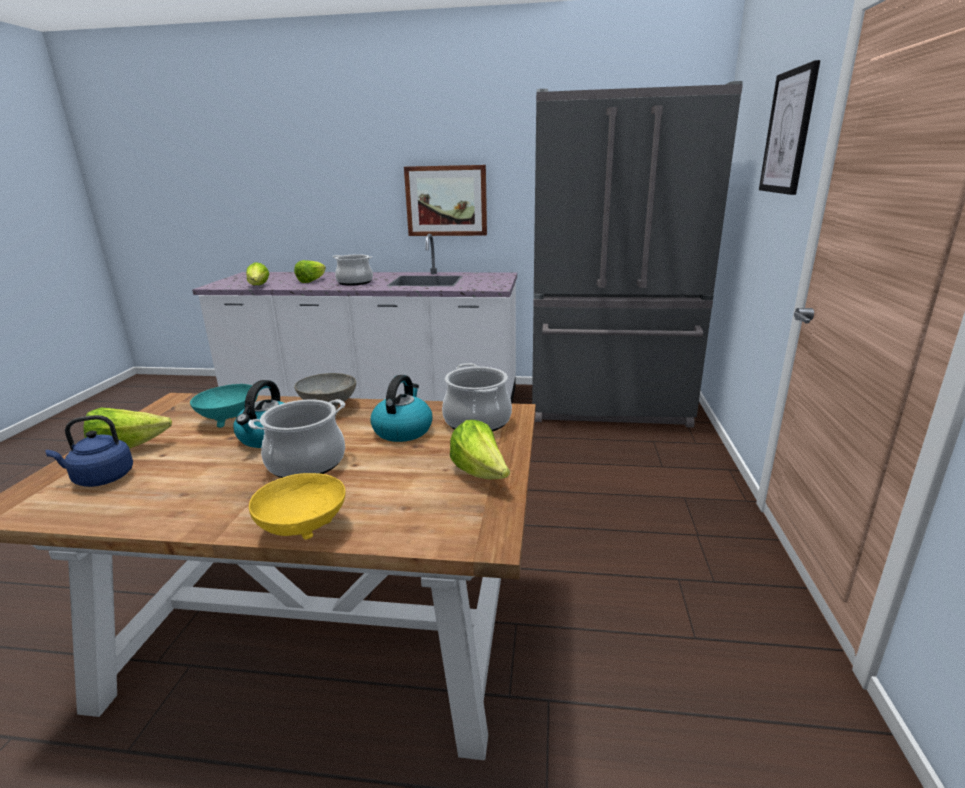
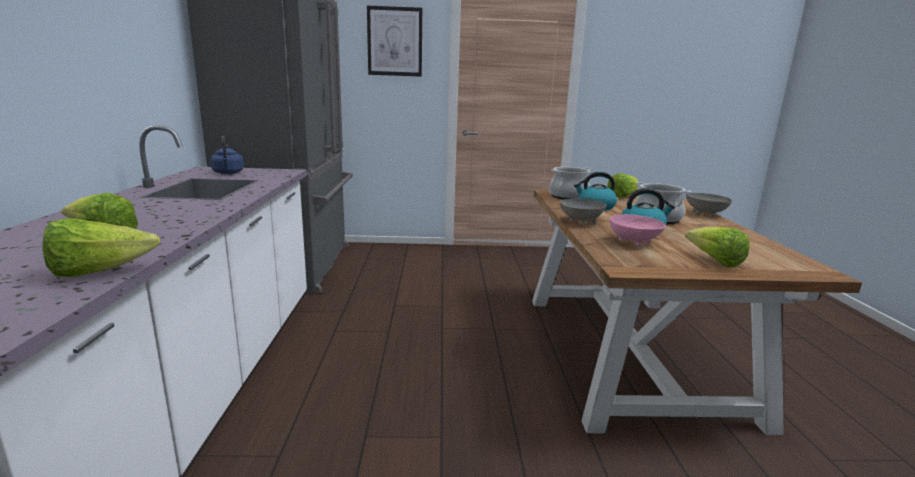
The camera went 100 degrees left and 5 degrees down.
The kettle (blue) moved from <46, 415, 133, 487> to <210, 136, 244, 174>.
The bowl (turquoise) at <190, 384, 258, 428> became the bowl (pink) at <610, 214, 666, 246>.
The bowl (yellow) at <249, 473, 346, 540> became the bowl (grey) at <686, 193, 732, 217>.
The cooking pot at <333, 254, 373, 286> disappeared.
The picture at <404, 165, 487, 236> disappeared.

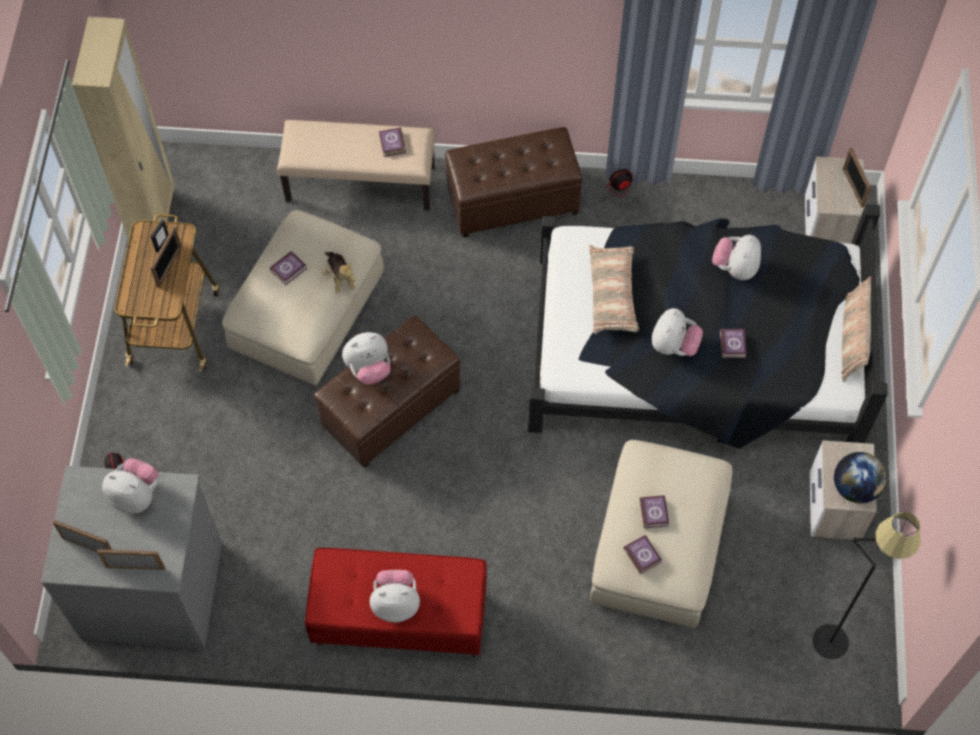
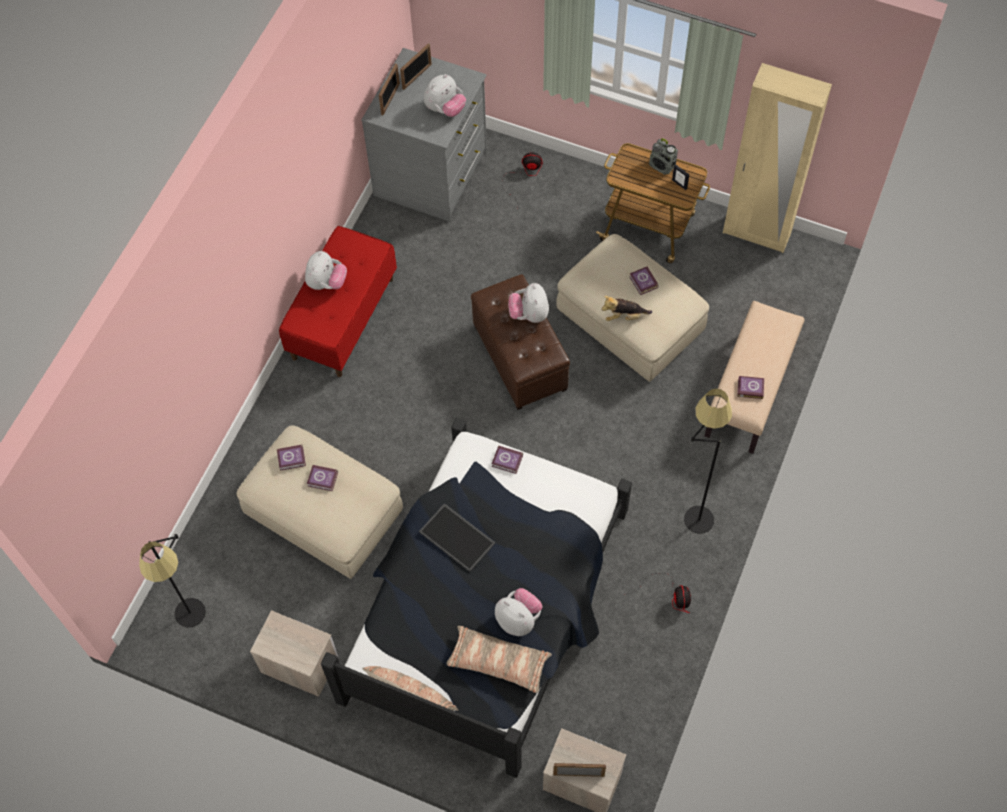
The camera went 110 degrees right and 0 degrees up.
The plush toy at <652, 308, 703, 356> was replaced by the tray at <419, 503, 495, 572>.
The pillow moved from <589, 245, 639, 334> to <446, 626, 552, 693>.
The book moved from <720, 328, 747, 358> to <492, 446, 523, 474>.
The radio at <649, 138, 678, 175> appeared.
The ottoman (brown) at <445, 127, 583, 238> was replaced by the floor lamp (black) at <684, 388, 732, 534>.
The picture frame at <150, 226, 182, 288> disappeared.
The globe at <834, 452, 887, 503> disappeared.

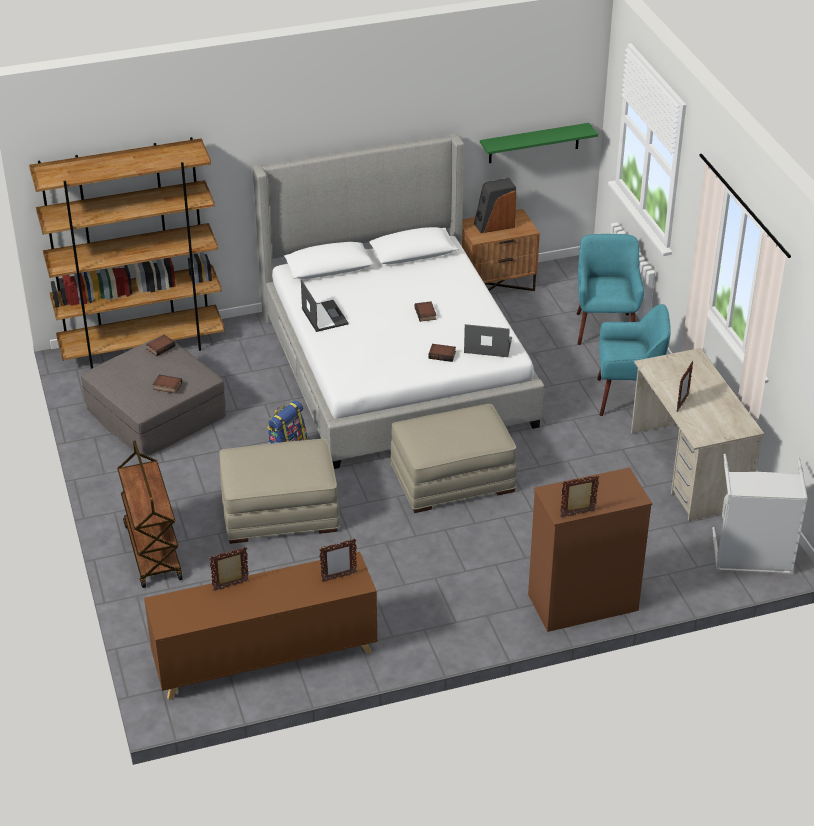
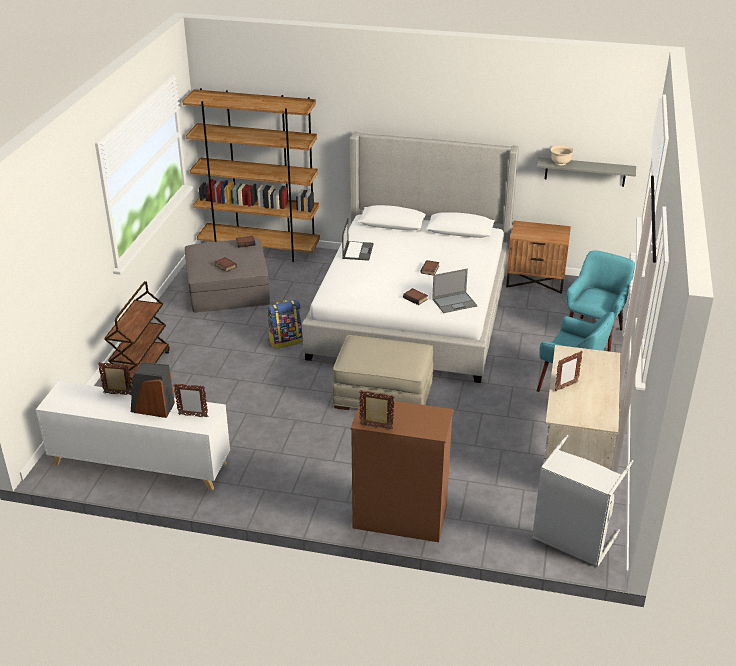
The camera went 30 degrees right and 5 degrees down.
The cabinet (brown) at <144, 552, 377, 700> became the cabinet (white) at <36, 381, 230, 490>.
The speaker moved from <474, 178, 516, 233> to <131, 362, 175, 418>.
The laptop at <464, 324, 512, 357> turned 120 degrees clockwise.
The shelf (green) at <480, 123, 598, 163> became the shelf (grey) at <536, 157, 636, 187>.
The bowl (beige) at <550, 145, 574, 165> appeared.
The ottoman (beige) at <219, 439, 340, 544> disappeared.

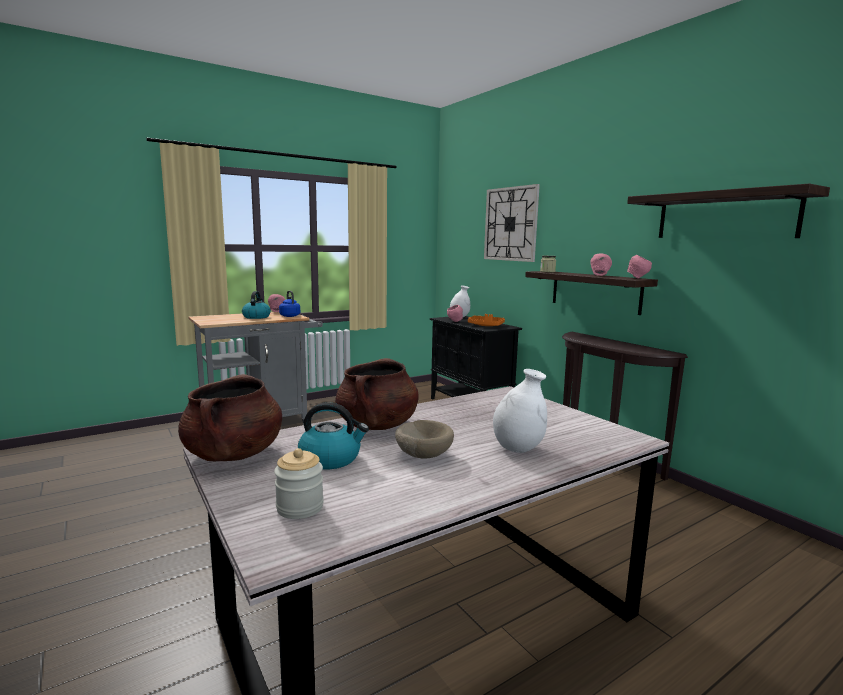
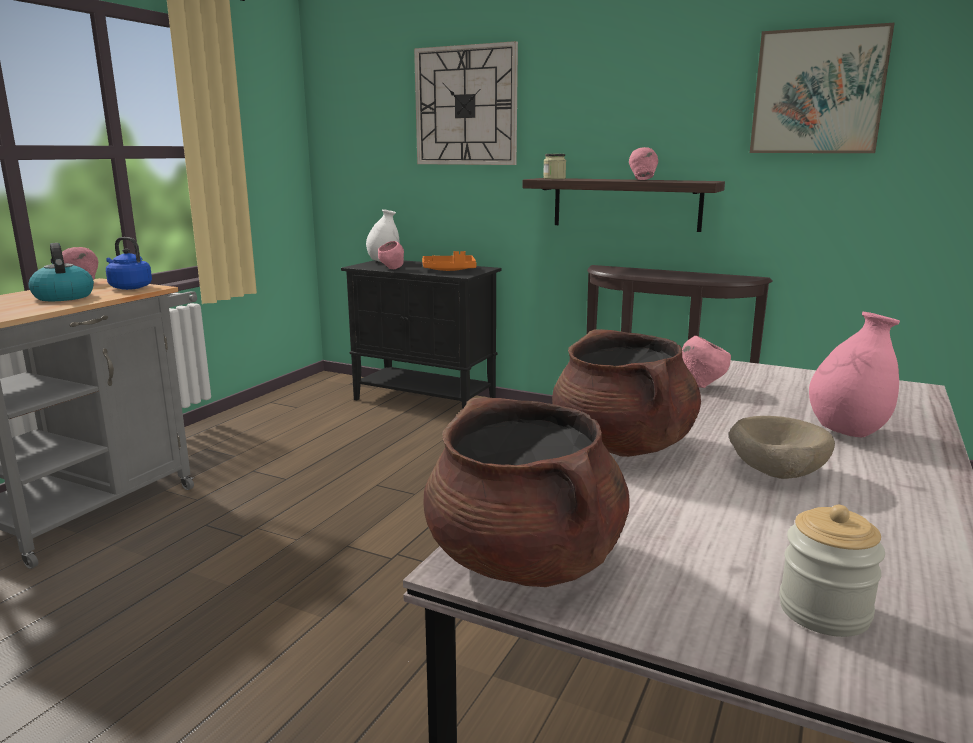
The camera went 30 degrees left and 5 degrees up.
The bowl (pink) moved from <627, 255, 652, 278> to <682, 336, 731, 388>.
The shelf at <627, 184, 830, 238> was replaced by the picture at <750, 23, 895, 153>.
The vase (white) at <493, 369, 547, 453> became the vase (pink) at <809, 311, 900, 438>.
The kettle at <298, 402, 369, 469> disappeared.

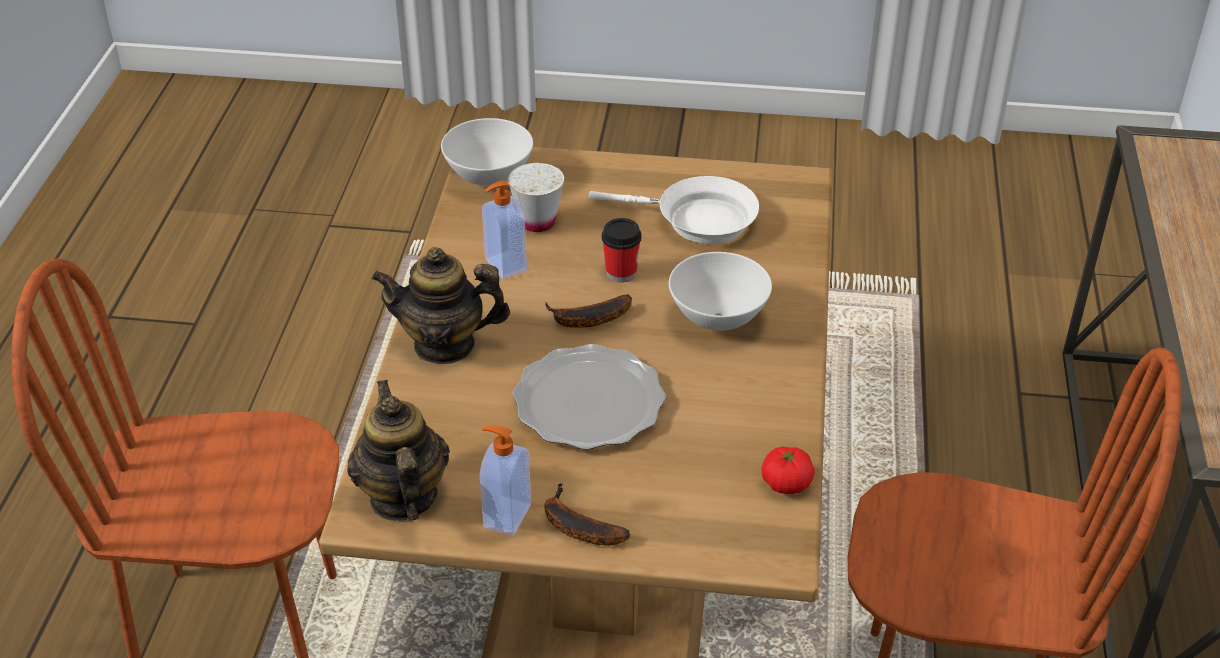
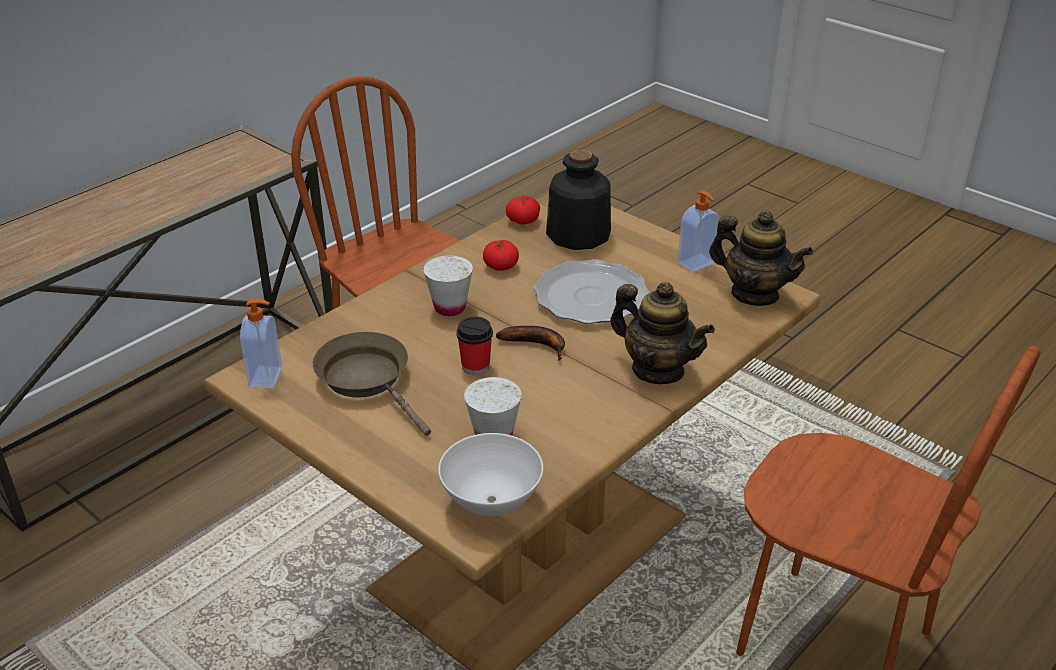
The camera went 145 degrees left and 5 degrees down.
The soap dispenser moved from <482, 181, 527, 279> to <240, 298, 282, 389>.
The frying pan (white) at <588, 176, 759, 244> became the frying pan (brown) at <313, 332, 431, 436>.
The bowl (white) at <669, 252, 772, 331> was replaced by the cup (white) at <423, 255, 473, 316>.
The tomato at <483, 240, 519, 271> appeared.
The bottle at <546, 150, 611, 250> appeared.
The teapot at <347, 380, 450, 521> turned 75 degrees counterclockwise.
The banana at <544, 483, 630, 546> disappeared.

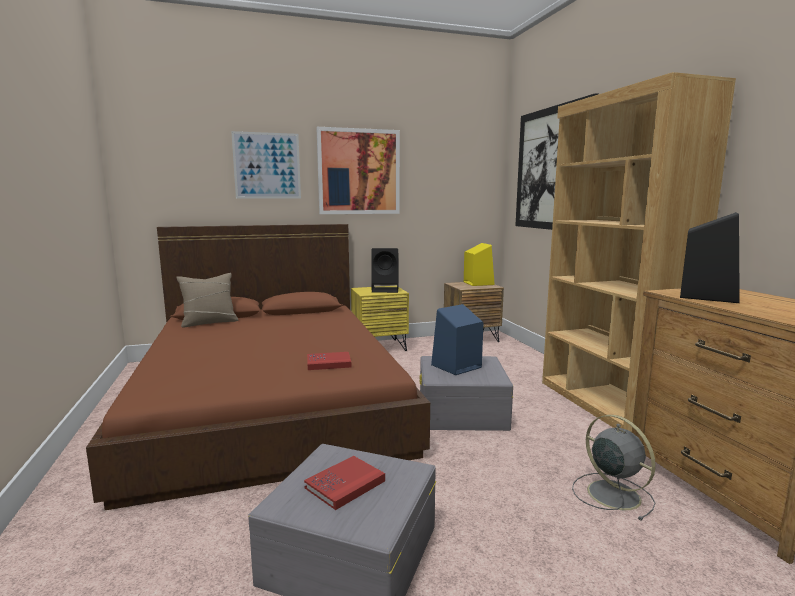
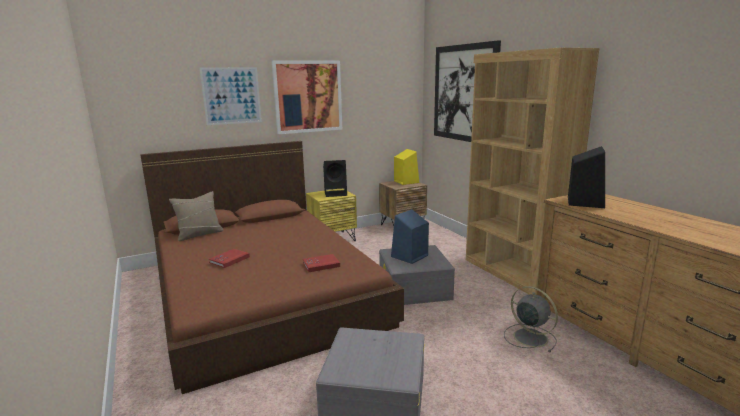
The camera went 10 degrees left and 5 degrees up.
The book (red) moved from <304, 456, 385, 510> to <209, 249, 250, 268>.

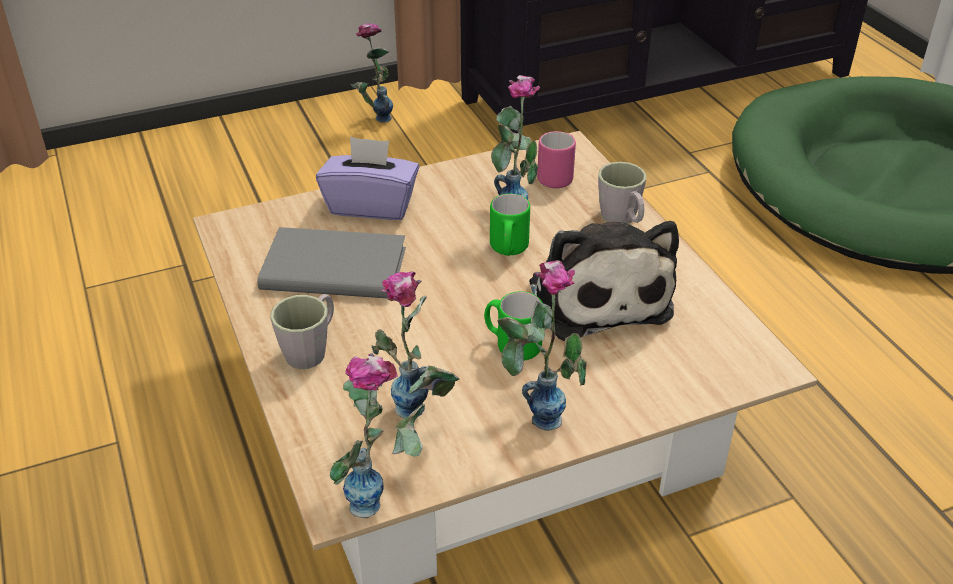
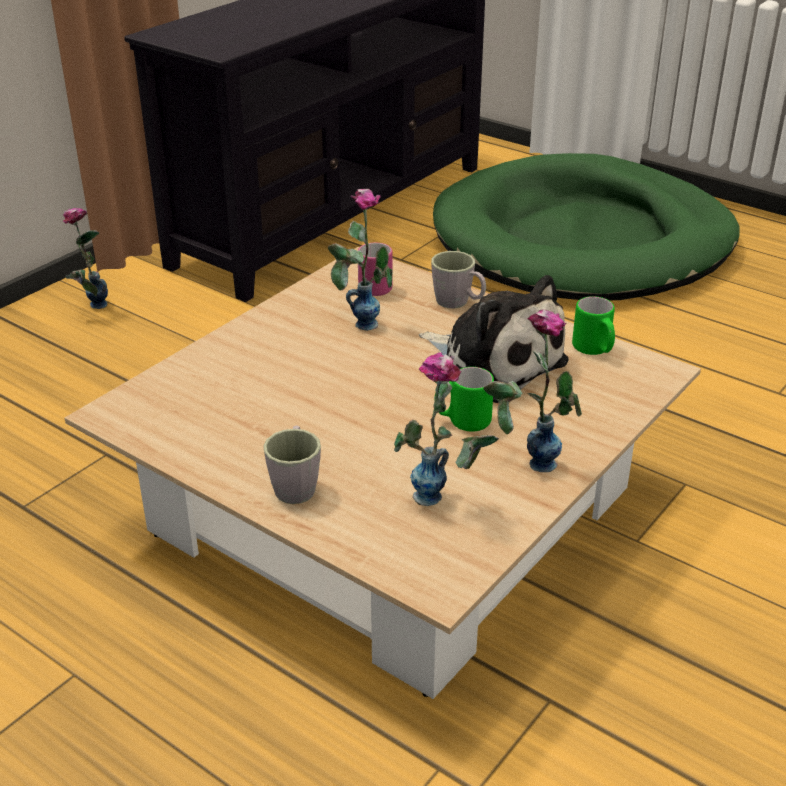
The camera went 30 degrees left and 5 degrees down.
The mug (green) moved from <490, 194, 530, 256> to <572, 296, 615, 355>.
The book (grey) at <257, 227, 406, 299> disappeared.
The tissue box (purple) at <316, 137, 419, 220> disappeared.
The vase at <330, 353, 425, 518> disappeared.

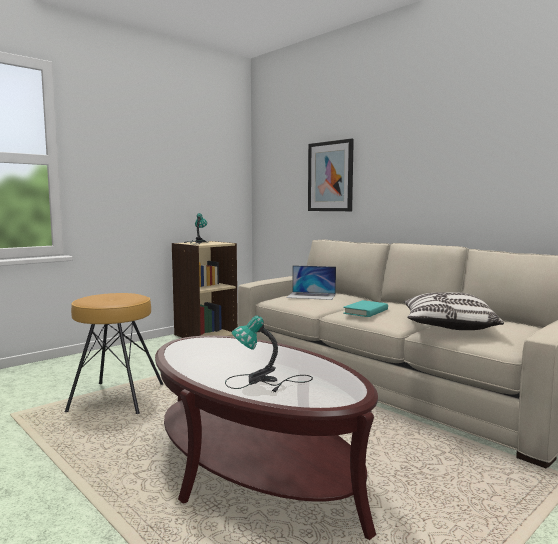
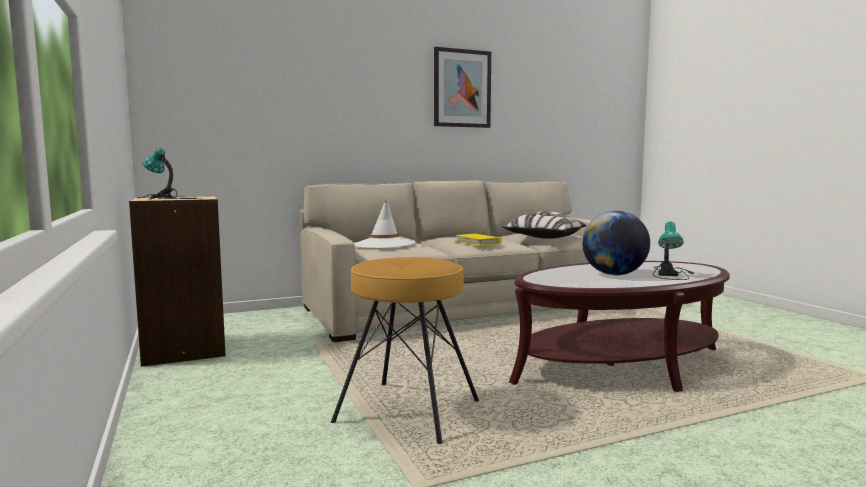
The camera went 70 degrees left and 0 degrees up.
The laptop at <286, 265, 336, 300> was replaced by the hat (white) at <354, 199, 415, 248>.
The picture moved from <308, 138, 354, 211> to <434, 47, 491, 128>.
The book (turquoise) at <343, 300, 388, 317> became the book (yellow) at <455, 234, 501, 246>.
The globe at <582, 211, 650, 275> appeared.

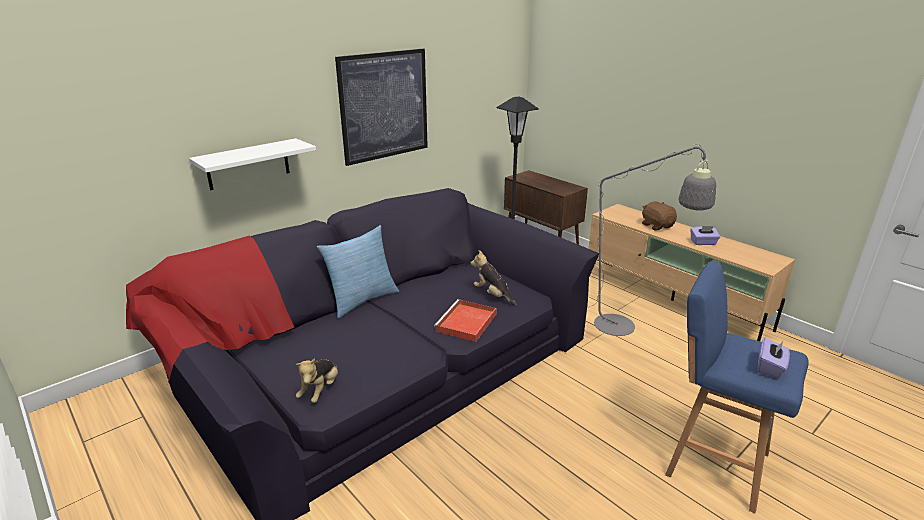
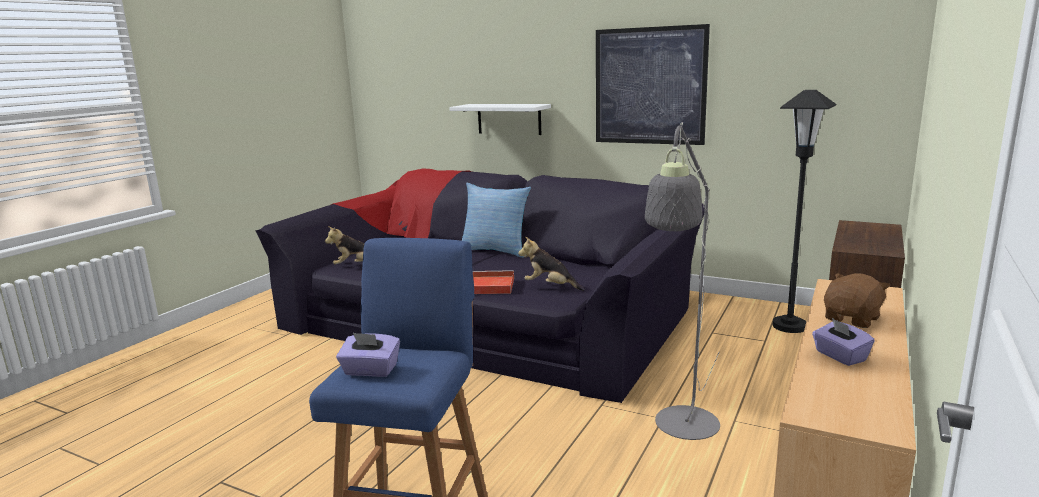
The camera went 70 degrees right and 10 degrees down.
The plush toy at <471, 250, 517, 306> turned 90 degrees counterclockwise.

